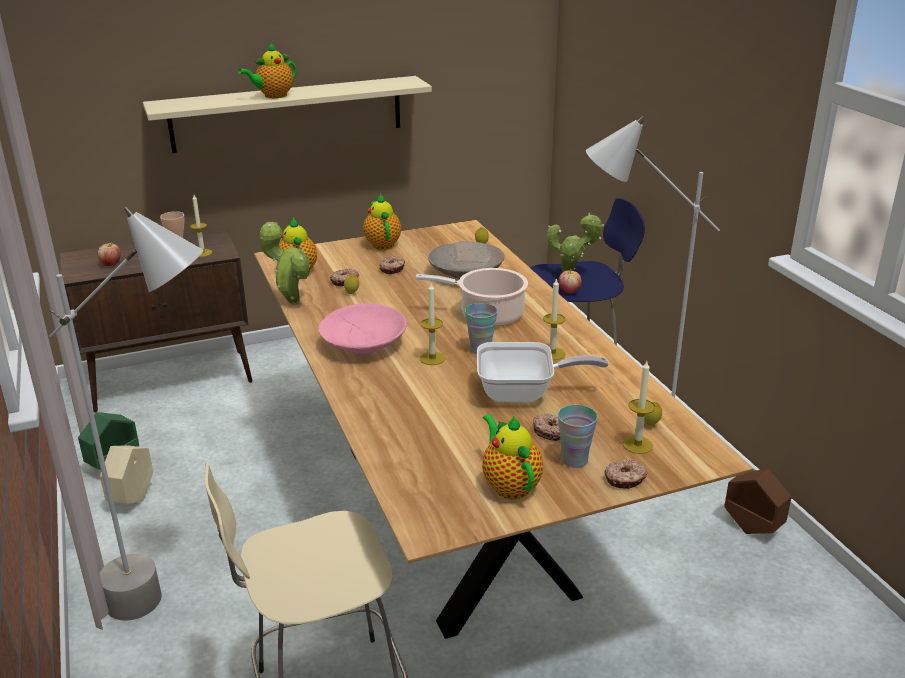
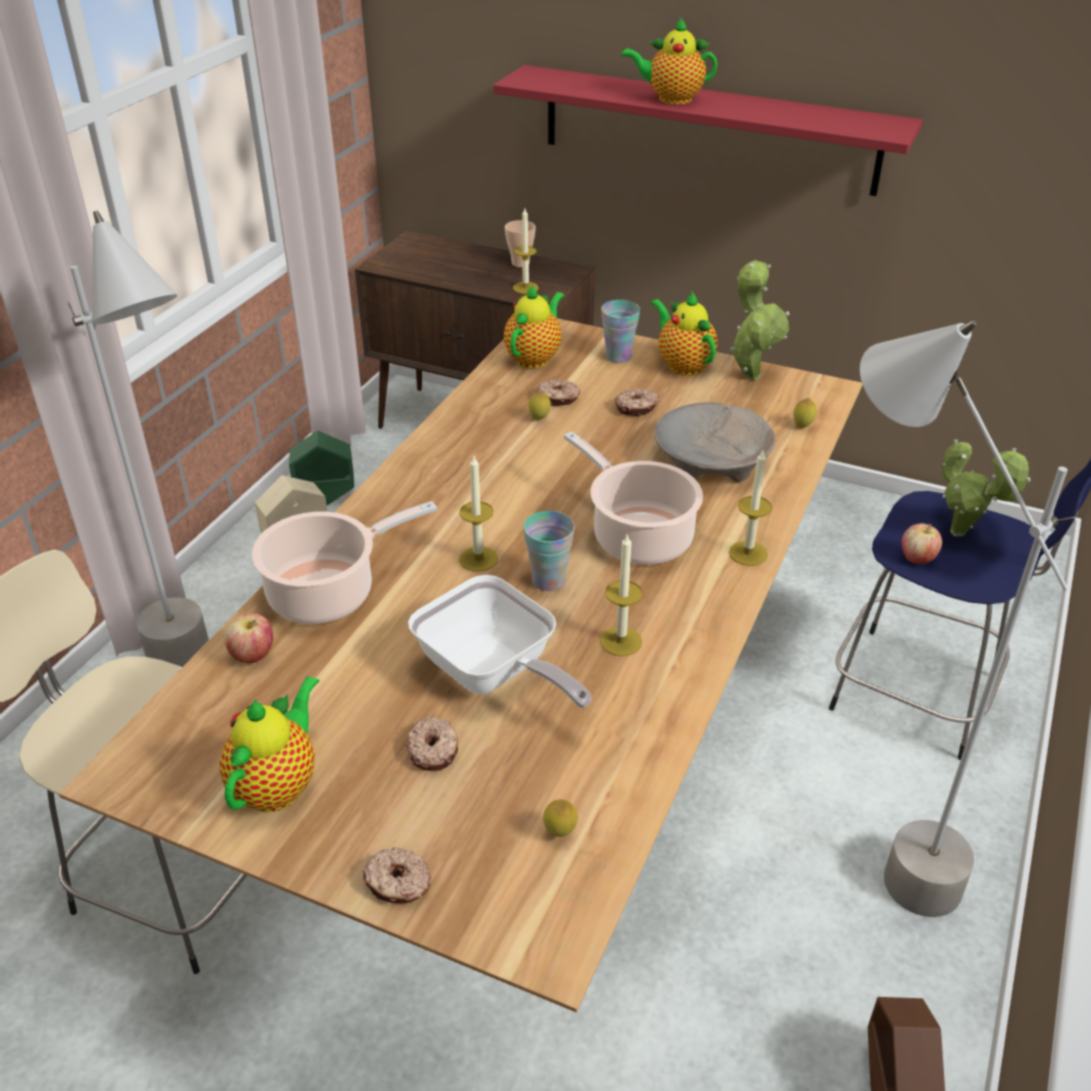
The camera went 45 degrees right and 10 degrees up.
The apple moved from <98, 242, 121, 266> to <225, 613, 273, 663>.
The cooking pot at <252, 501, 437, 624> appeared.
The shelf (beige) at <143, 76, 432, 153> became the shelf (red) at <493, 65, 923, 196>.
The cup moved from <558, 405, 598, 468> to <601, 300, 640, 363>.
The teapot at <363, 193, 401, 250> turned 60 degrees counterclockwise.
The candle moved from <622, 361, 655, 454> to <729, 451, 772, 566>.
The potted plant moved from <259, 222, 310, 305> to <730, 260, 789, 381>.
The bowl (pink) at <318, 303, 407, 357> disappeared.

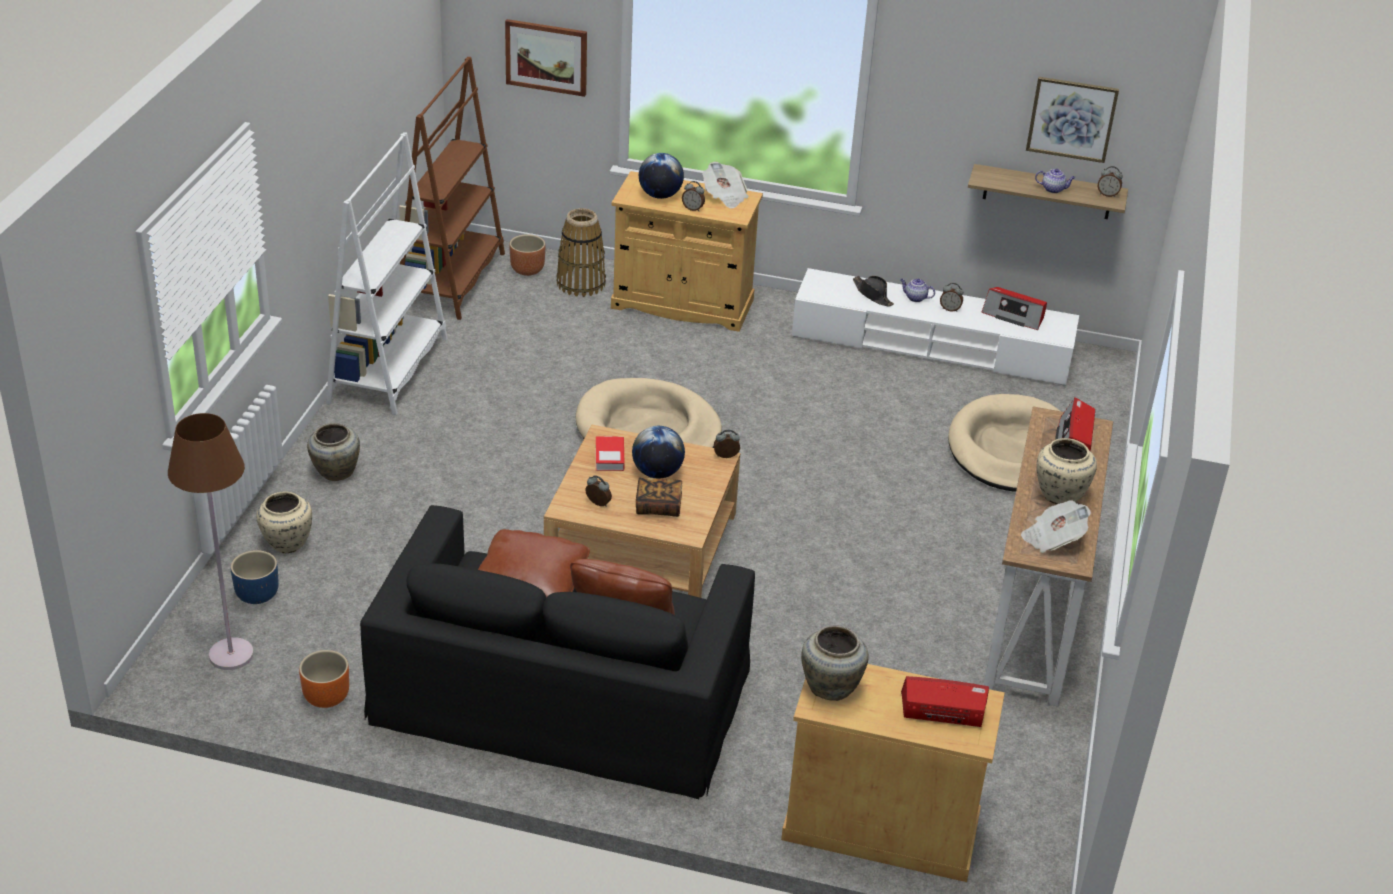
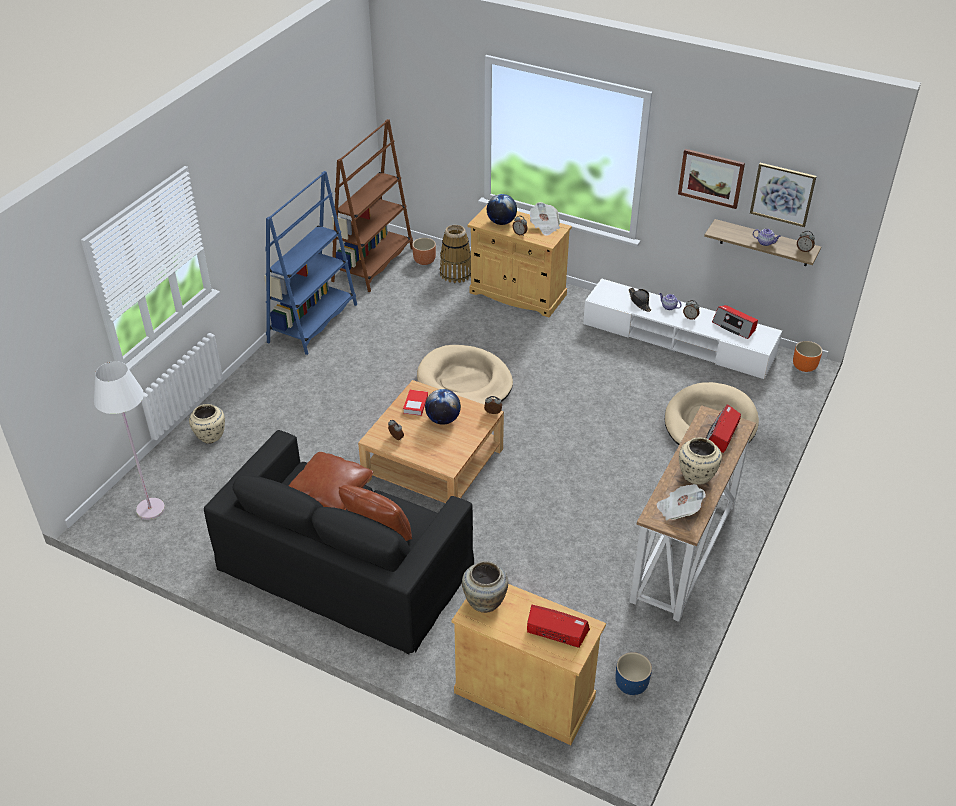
The camera went 15 degrees right and 5 degrees up.
The floor lamp (brown) at <168, 413, 254, 670> became the floor lamp (white) at <94, 361, 165, 520>.
The bookcase (white) at <326, 132, 448, 415> became the bookcase (blue) at <264, 171, 357, 355>.
The planter (blue) moved from <231, 550, 279, 604> to <615, 652, 652, 695>.
The picture moved from <505, 19, 587, 97> to <678, 149, 745, 209>.
The planter (orange) moved from <299, 650, 349, 708> to <793, 341, 822, 372>.
The vase (beige) at <307, 423, 360, 481> disappeared.
The book at <636, 477, 682, 517> disappeared.

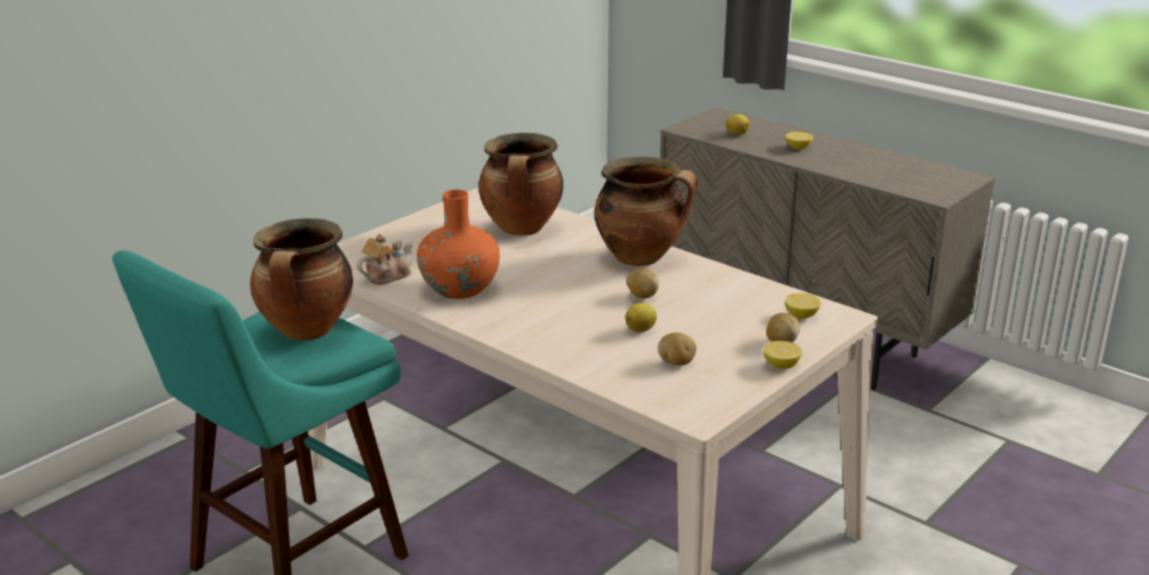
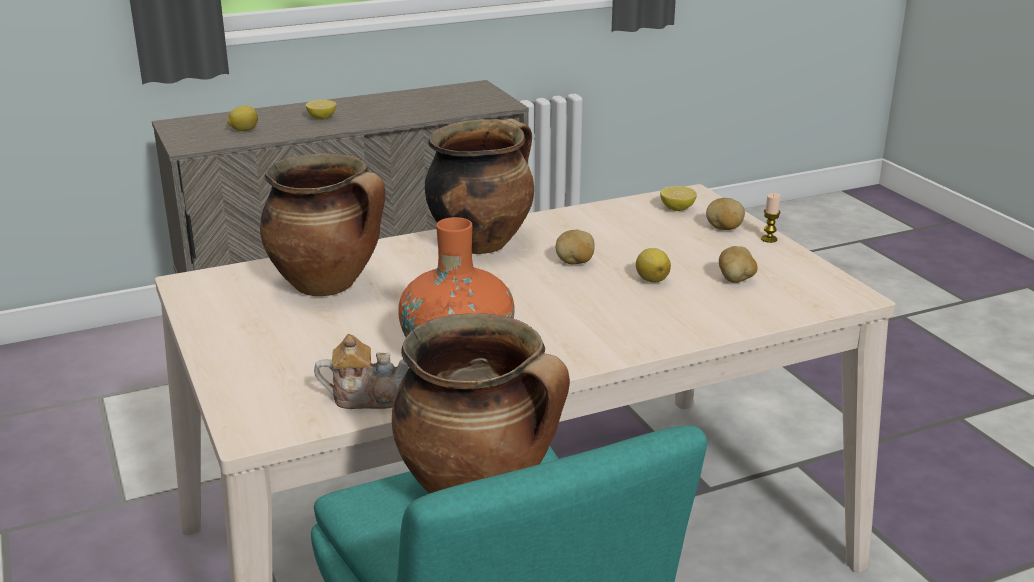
The camera went 65 degrees left and 0 degrees up.
The teapot at <357, 234, 414, 285> turned 105 degrees clockwise.
The lemon at <763, 341, 802, 369> was replaced by the candle at <761, 193, 781, 243>.

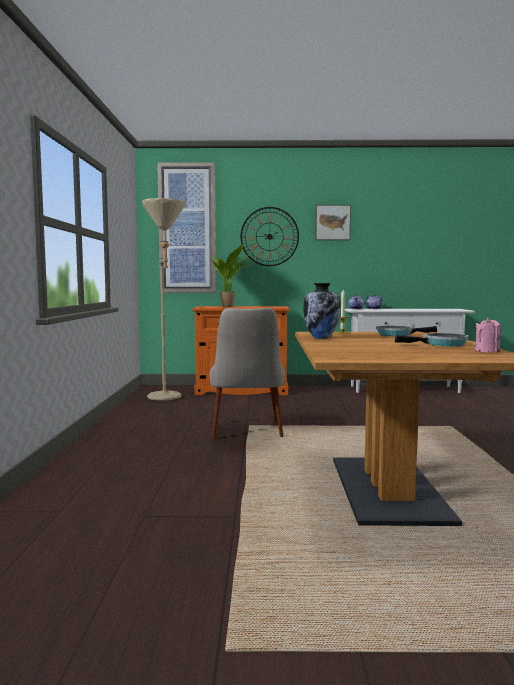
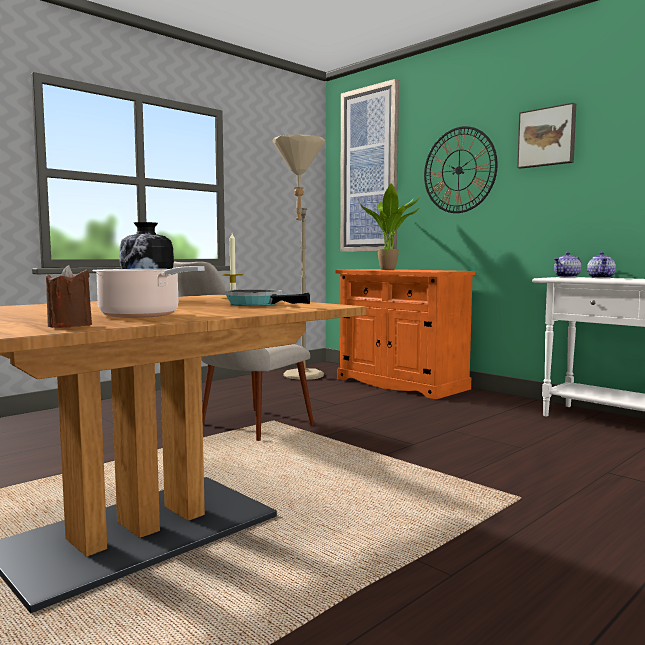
The camera went 45 degrees right and 0 degrees up.
The candle (pink) at <475, 318, 501, 352> became the candle (brown) at <46, 265, 92, 328>.
The frying pan at <395, 333, 469, 347> was replaced by the cooking pot at <92, 266, 205, 318>.

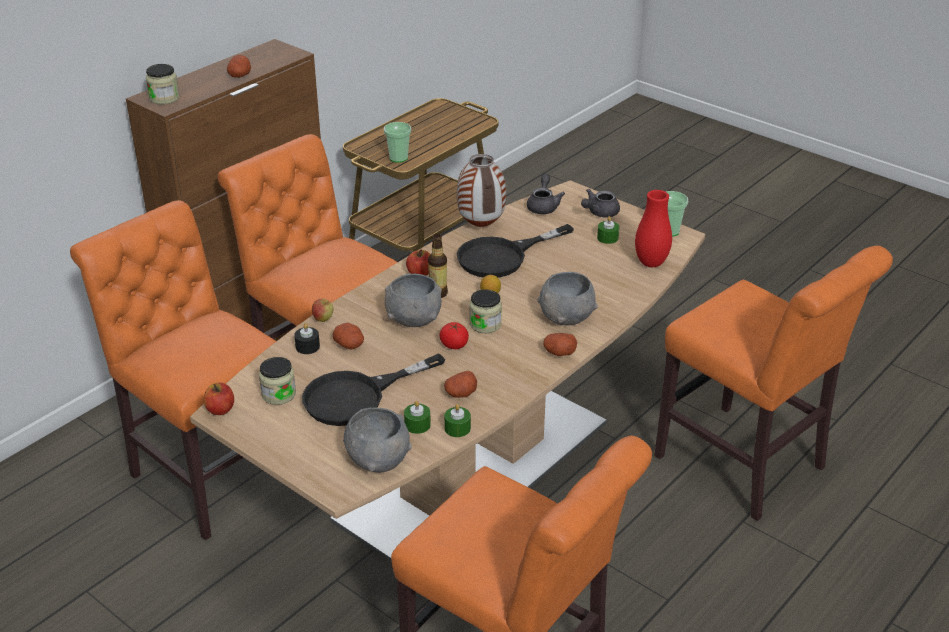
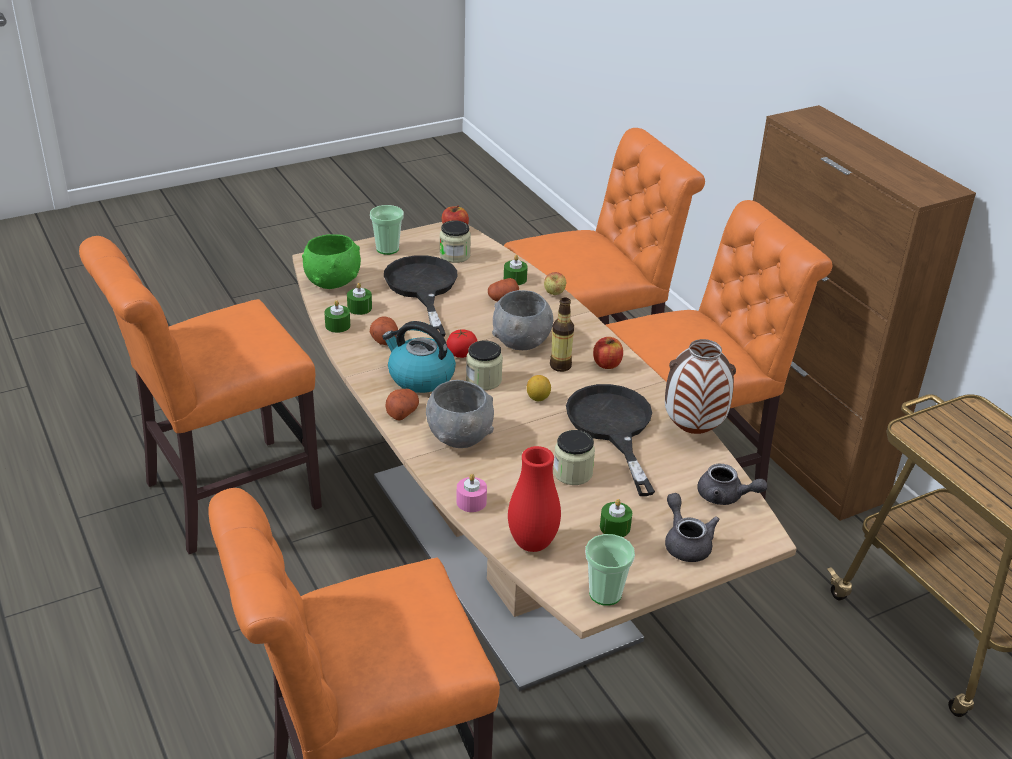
The camera went 110 degrees right and 0 degrees up.
The bowl (grey) at <343, 408, 412, 472> became the bowl (green) at <302, 234, 361, 289>.
The cup moved from <384, 122, 411, 163> to <370, 205, 404, 255>.
The kettle at <382, 321, 456, 393> appeared.
The candle (pink) at <456, 474, 487, 512> appeared.
The candle (black) at <294, 323, 320, 354> became the candle (green) at <504, 255, 528, 285>.
The jar moved from <146, 64, 180, 105> to <553, 430, 595, 485>.
The potato at <227, 55, 251, 78> disappeared.

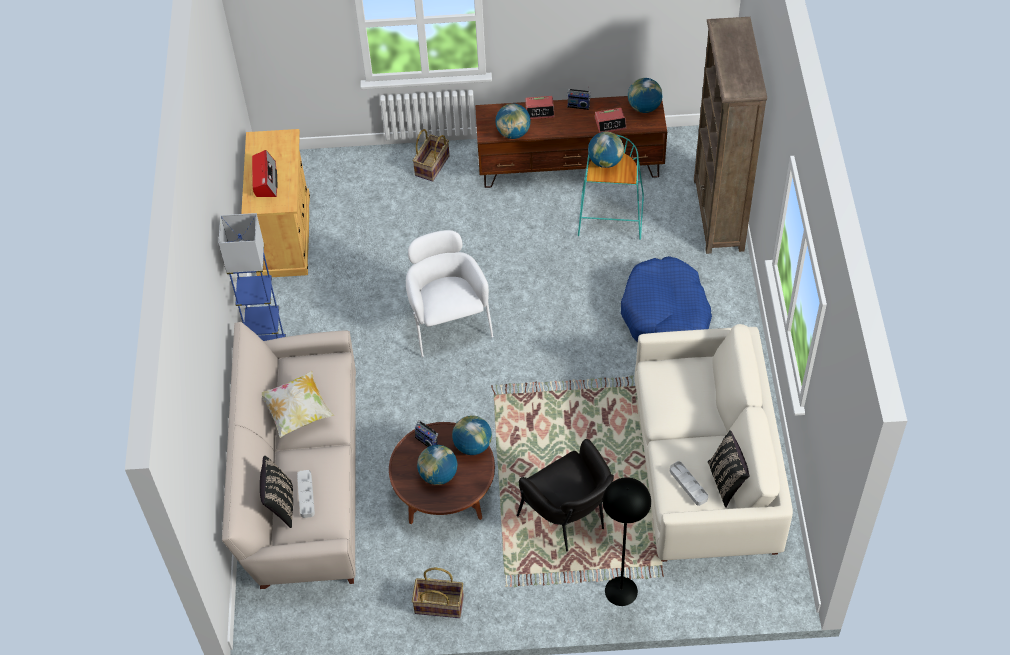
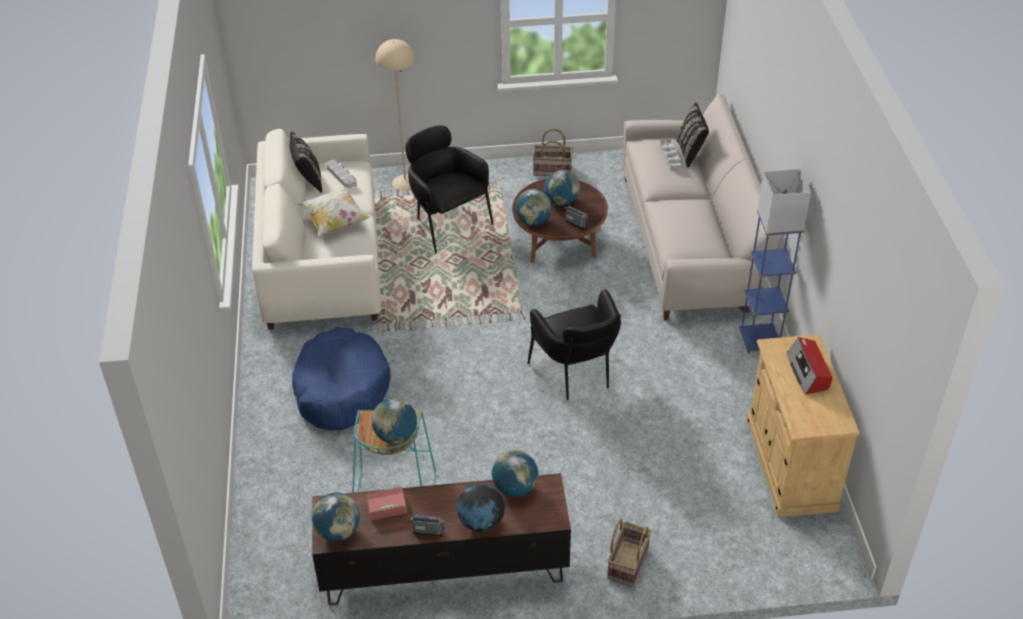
The camera went 175 degrees right and 10 degrees down.
The pillow moved from <262, 371, 334, 438> to <298, 187, 371, 236>.
The floor lamp (black) at <602, 477, 651, 606> became the floor lamp (beige) at <375, 39, 415, 191>.
The alarm clock at <525, 96, 554, 119> was replaced by the globe at <457, 483, 505, 532>.
The armchair (white) at <406, 230, 493, 357> became the armchair (black) at <527, 289, 621, 400>.
The bookcase (brown) at <694, 17, 767, 254> disappeared.

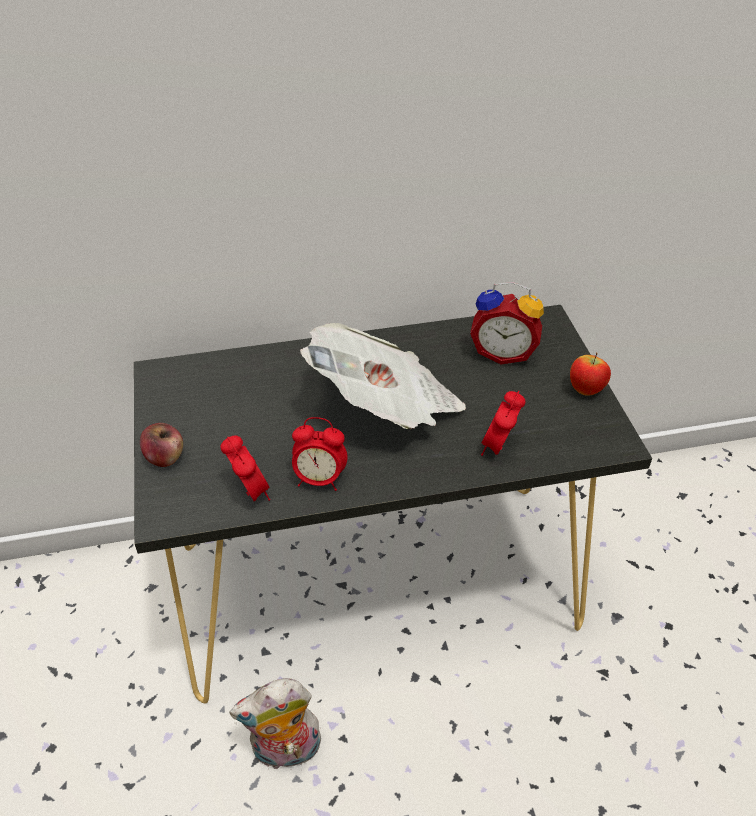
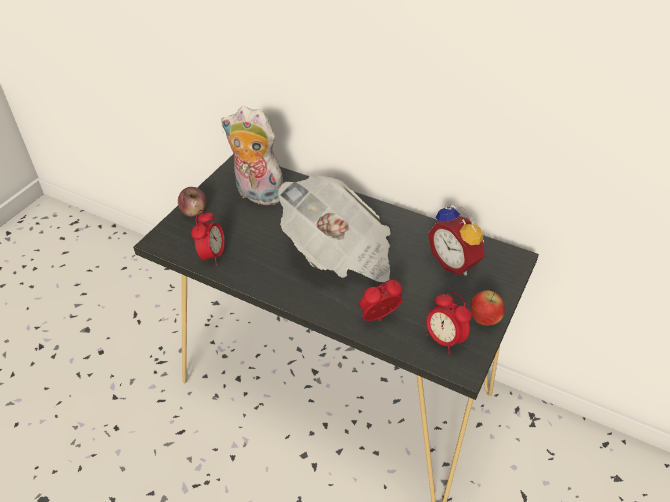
The camera went 40 degrees right and 0 degrees up.
The plush toy moved from <230, 678, 321, 769> to <221, 106, 284, 205>.
The alarm clock moved from <292, 417, 348, 491> to <426, 291, 472, 354>.

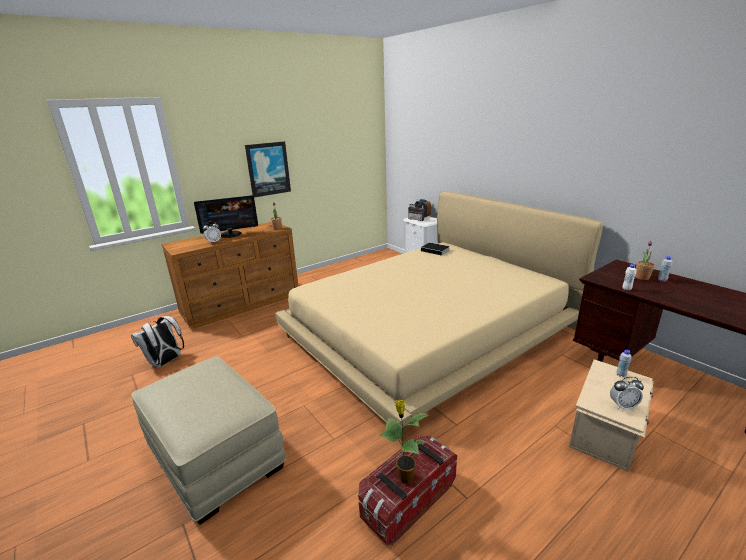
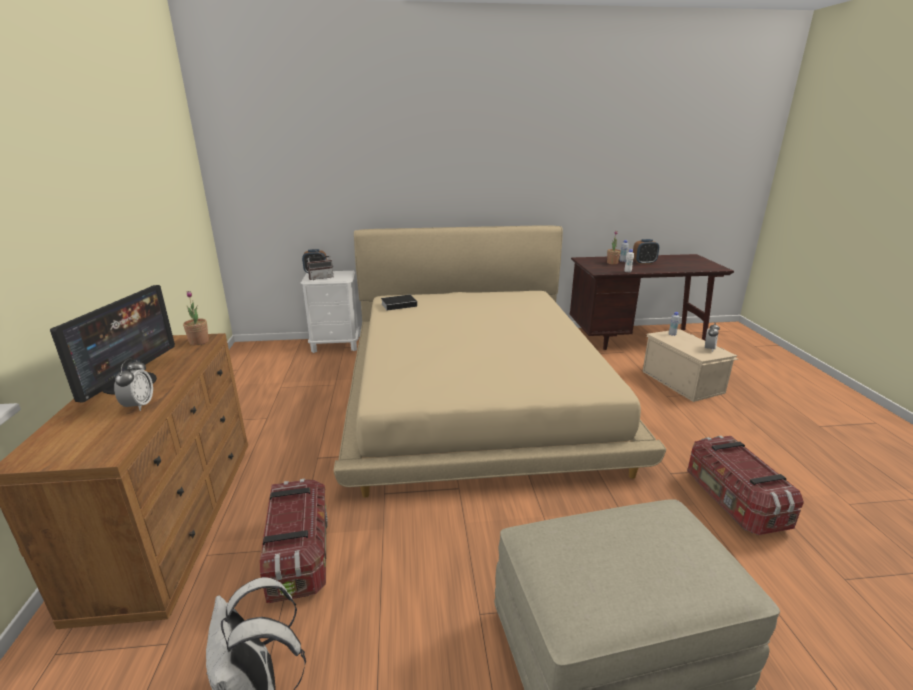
The camera went 60 degrees left and 0 degrees up.
The storage box at <260, 479, 328, 603> appeared.
The alarm clock at <633, 239, 659, 264> appeared.
The picture at <245, 141, 291, 198> disappeared.
The potted plant at <379, 400, 430, 484> disappeared.

